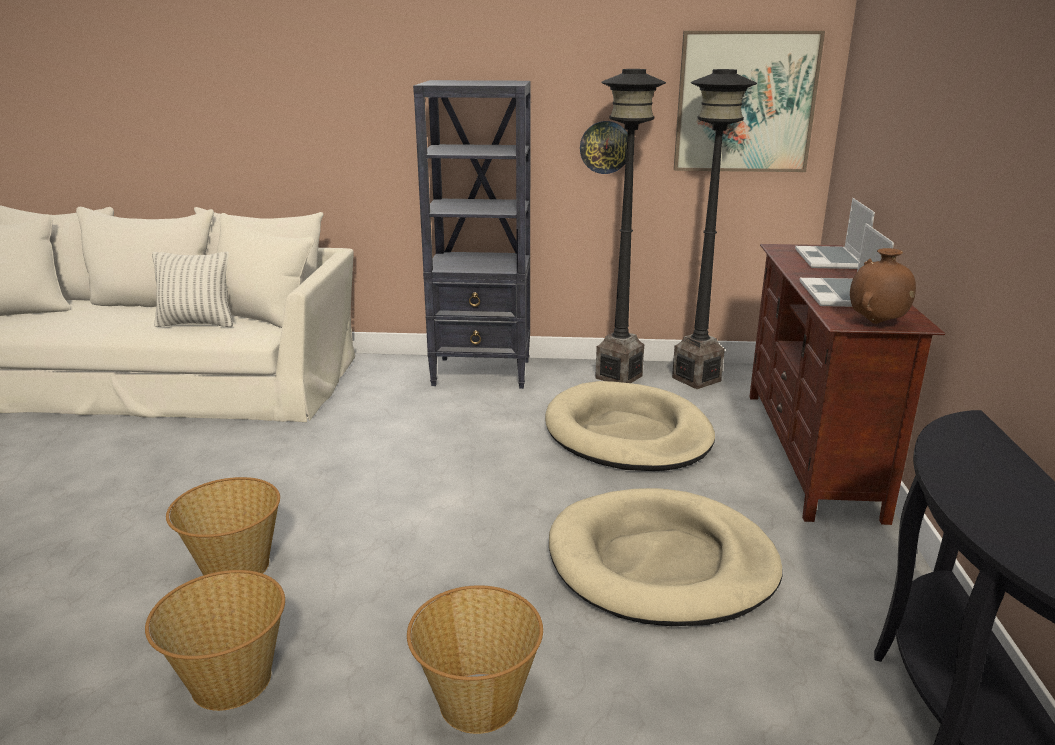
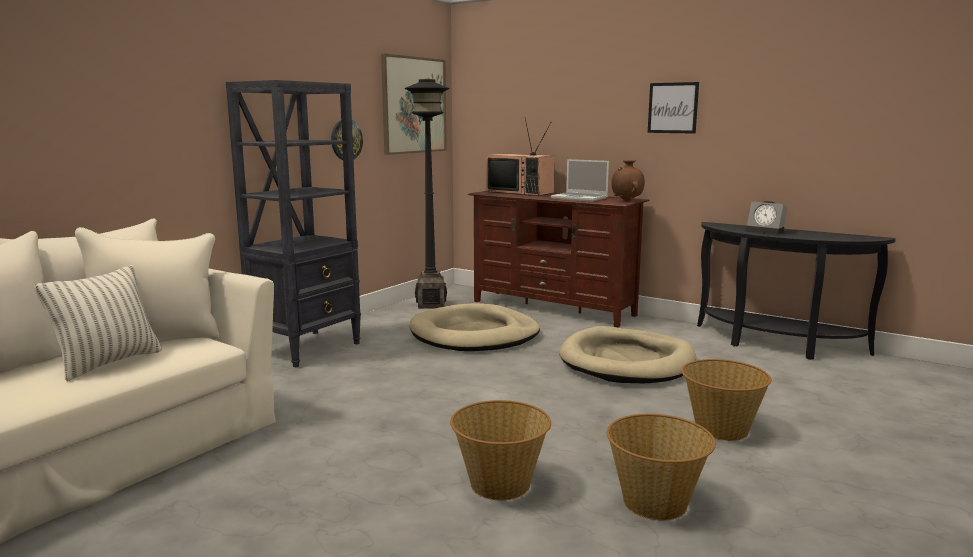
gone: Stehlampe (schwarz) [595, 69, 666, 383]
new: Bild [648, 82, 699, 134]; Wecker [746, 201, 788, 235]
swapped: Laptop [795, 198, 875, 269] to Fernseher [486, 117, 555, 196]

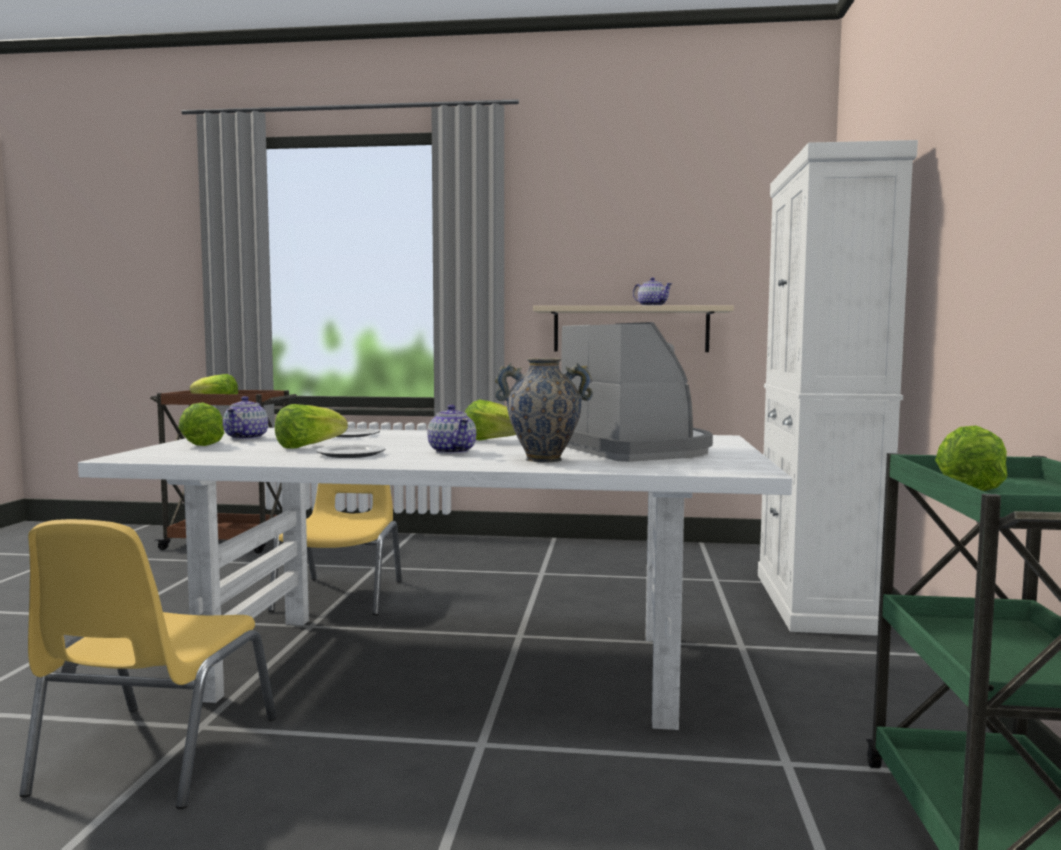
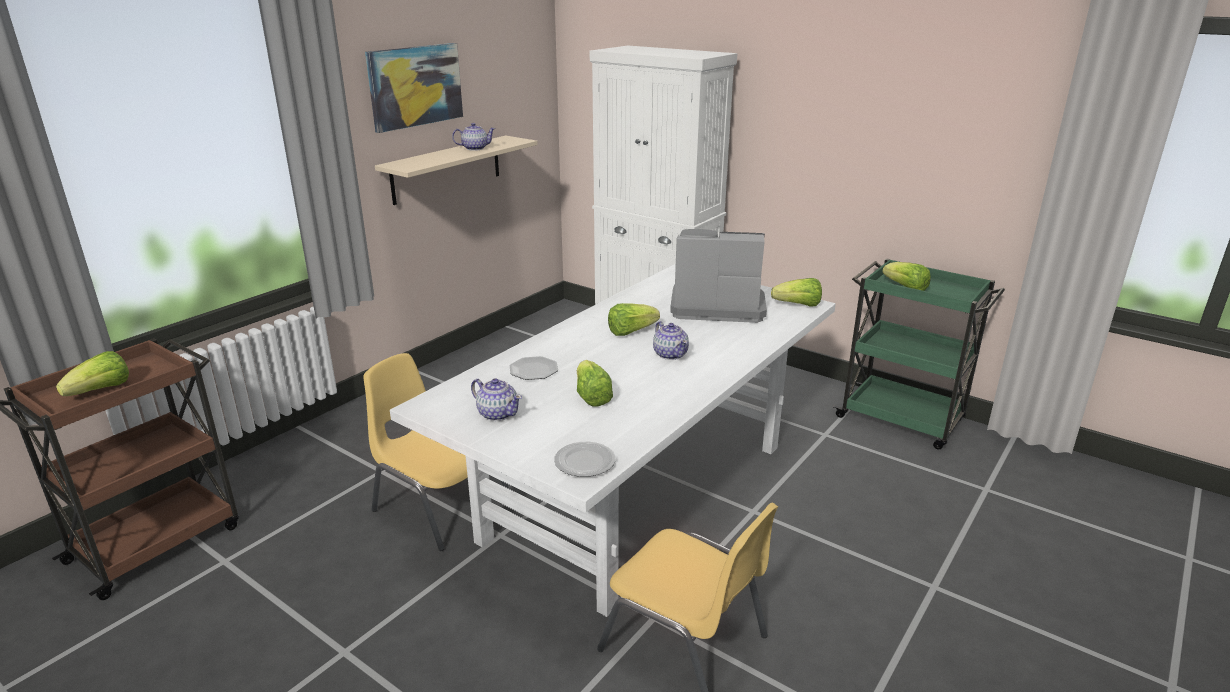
gone: Vase [495, 358, 593, 463]
new: Bild [365, 43, 463, 133]
shifted: Teller [316, 445, 385, 458] to [554, 442, 616, 477]; Salatkopf [178, 402, 224, 446] to [771, 278, 822, 307]
rotated: Teekanne [427, 405, 476, 454] = [653, 321, 689, 360] 60 degrees clockwise

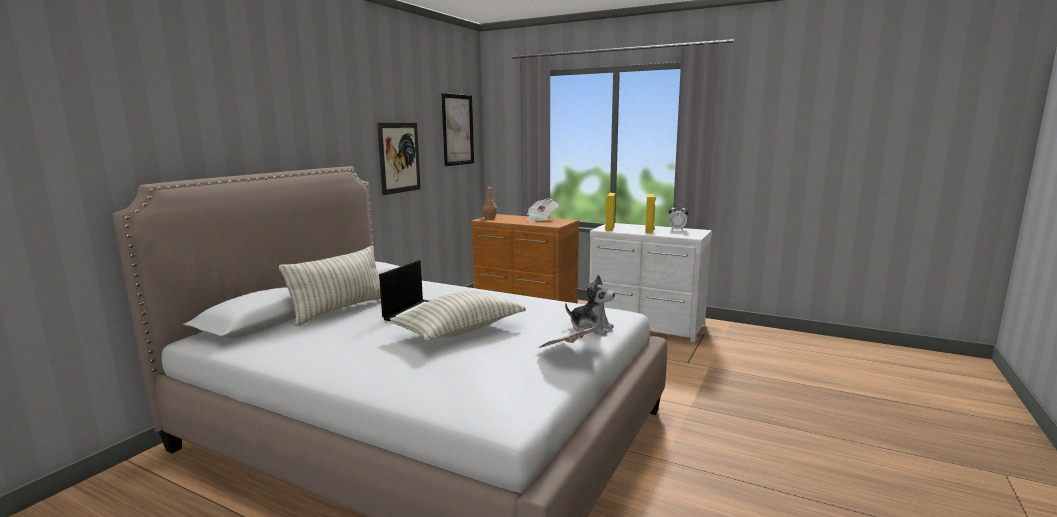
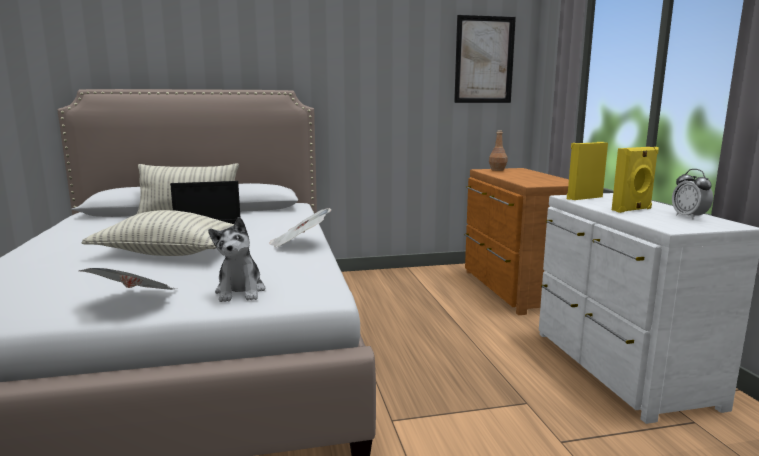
gone: Bild [377, 123, 421, 195]
shifted: Zeitung [527, 199, 558, 222] to [269, 208, 331, 247]

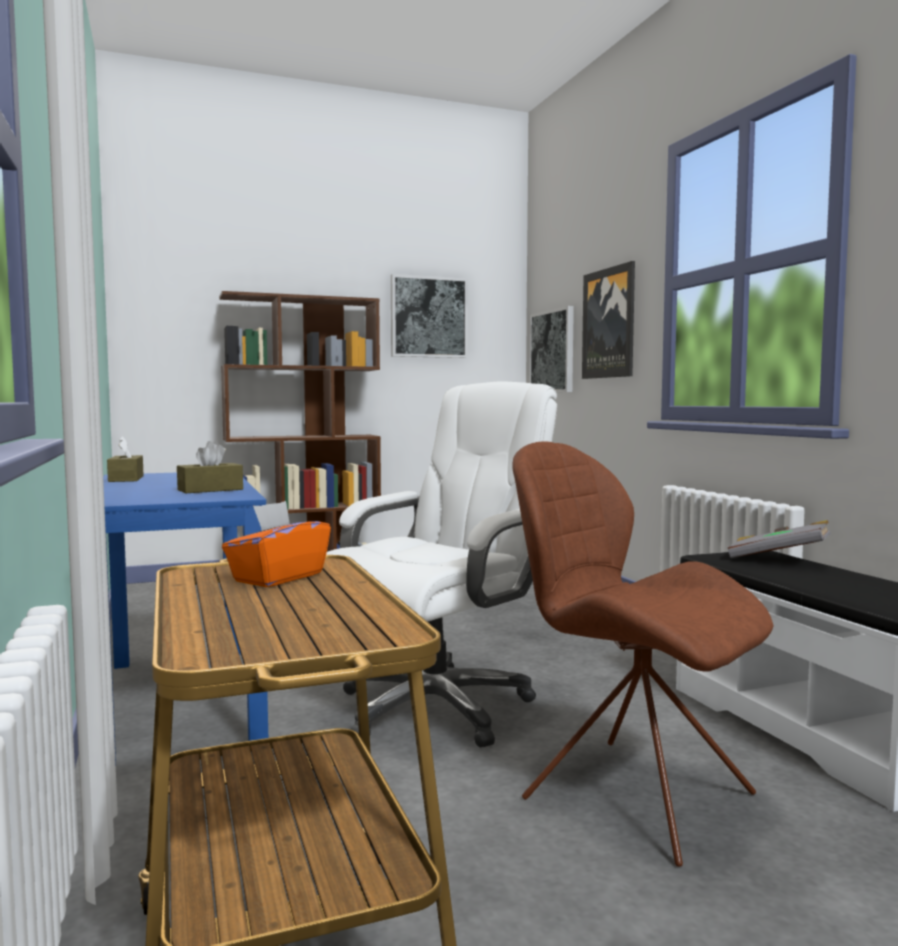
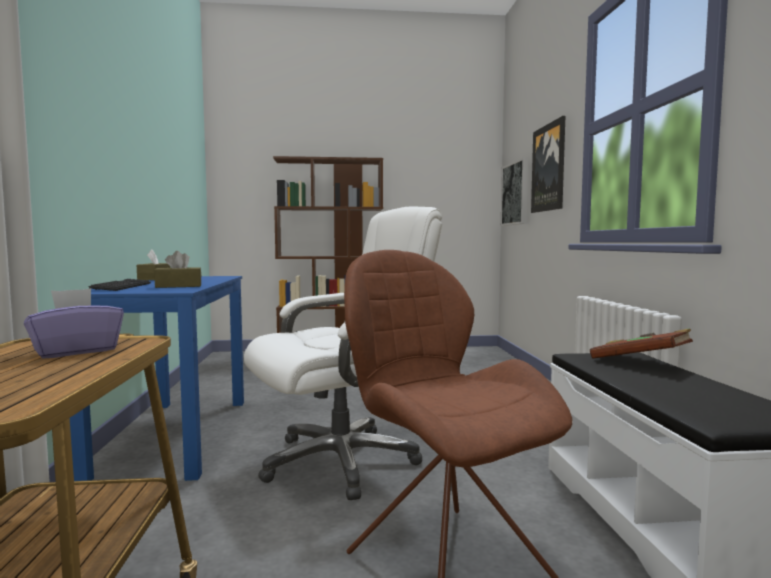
gone: Bild [391, 274, 468, 358]
new: Tastatur [89, 279, 151, 291]
repainted: Taschentuchbox (orange) [222, 501, 331, 587] to Taschentuchbox (lila) [24, 288, 124, 359]; Buch (grau) [728, 520, 831, 558] to Buch (braun) [590, 328, 693, 359]

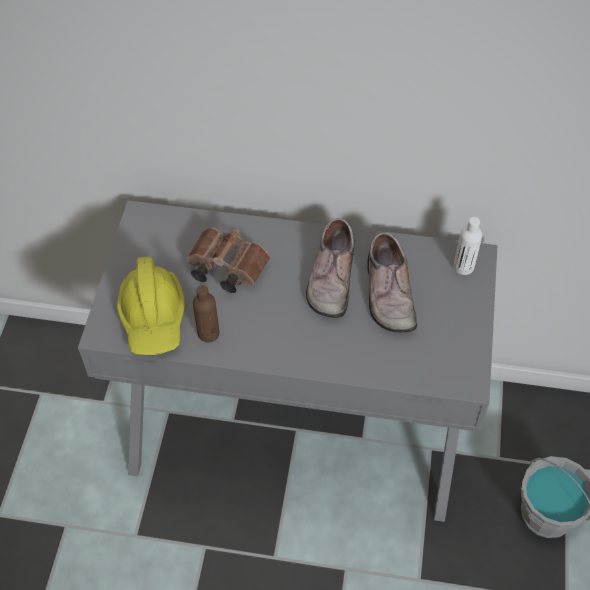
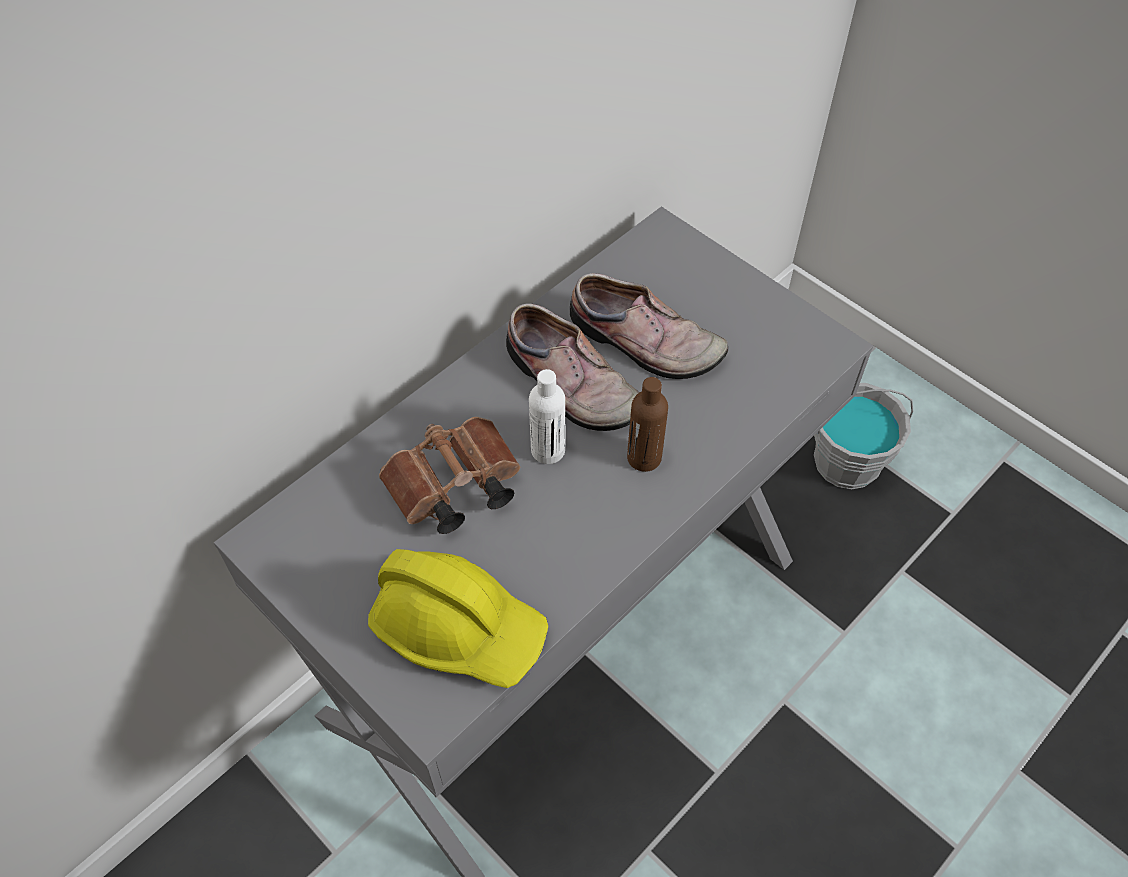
shifted: Flasche (weiß) [454, 217, 482, 275] to [529, 369, 565, 464]; Flasche (braun) [193, 285, 219, 342] to [627, 377, 668, 472]

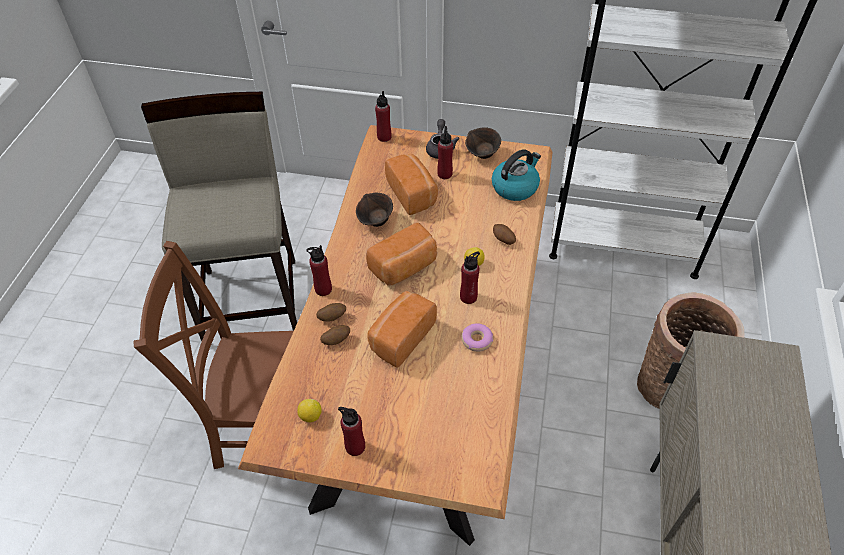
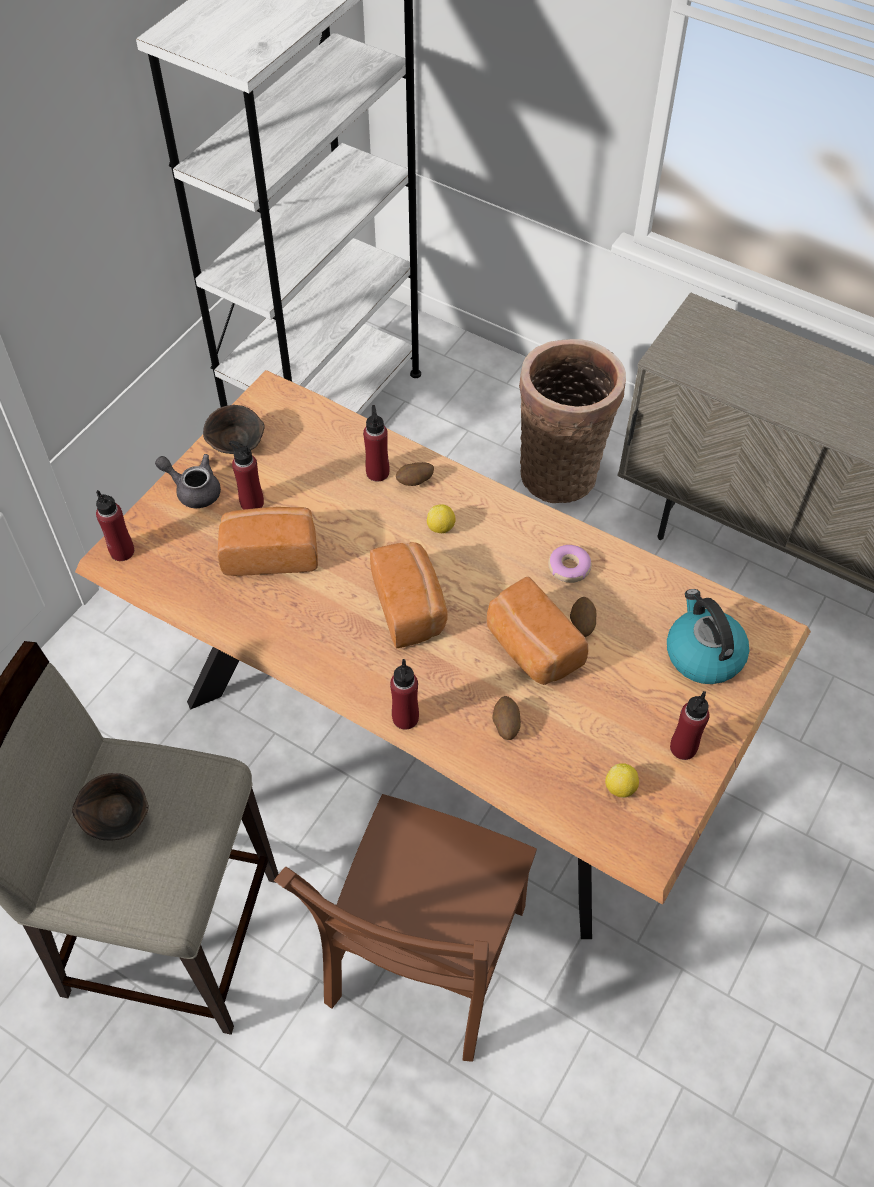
shifted: Schüssel (braun) [356, 193, 393, 227] to [72, 773, 149, 840]; Flasche (rot) [460, 251, 480, 304] to [363, 405, 389, 482]; Kartoffel [316, 303, 346, 322] to [570, 597, 596, 637]; Wasserkessel [492, 149, 541, 201] to [667, 589, 749, 684]

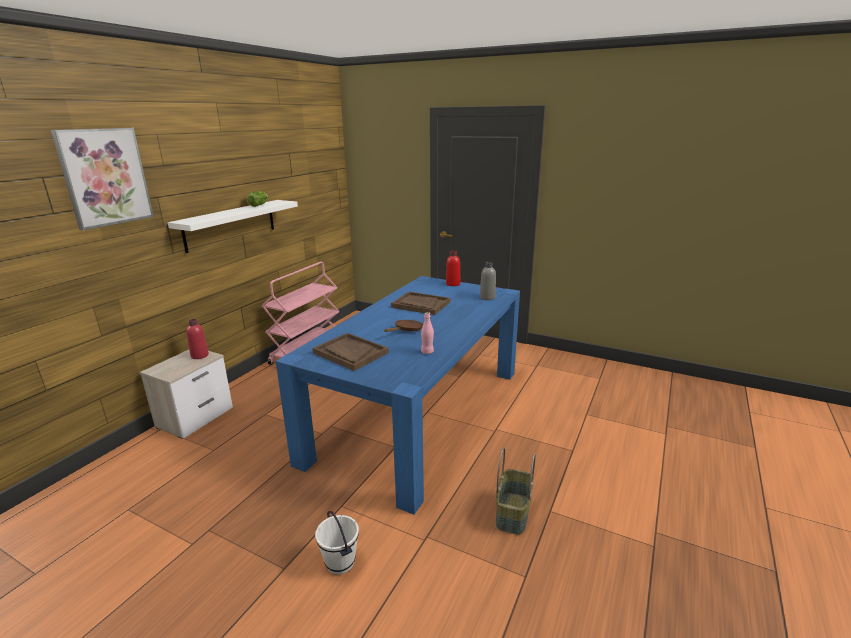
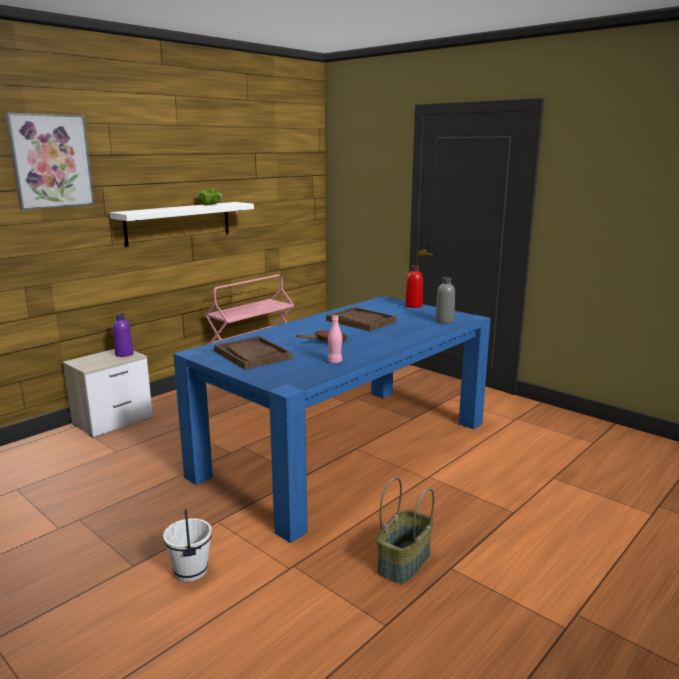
repainted: Flasche (rot) [186, 319, 209, 359] to Flasche (lila) [113, 314, 134, 357]

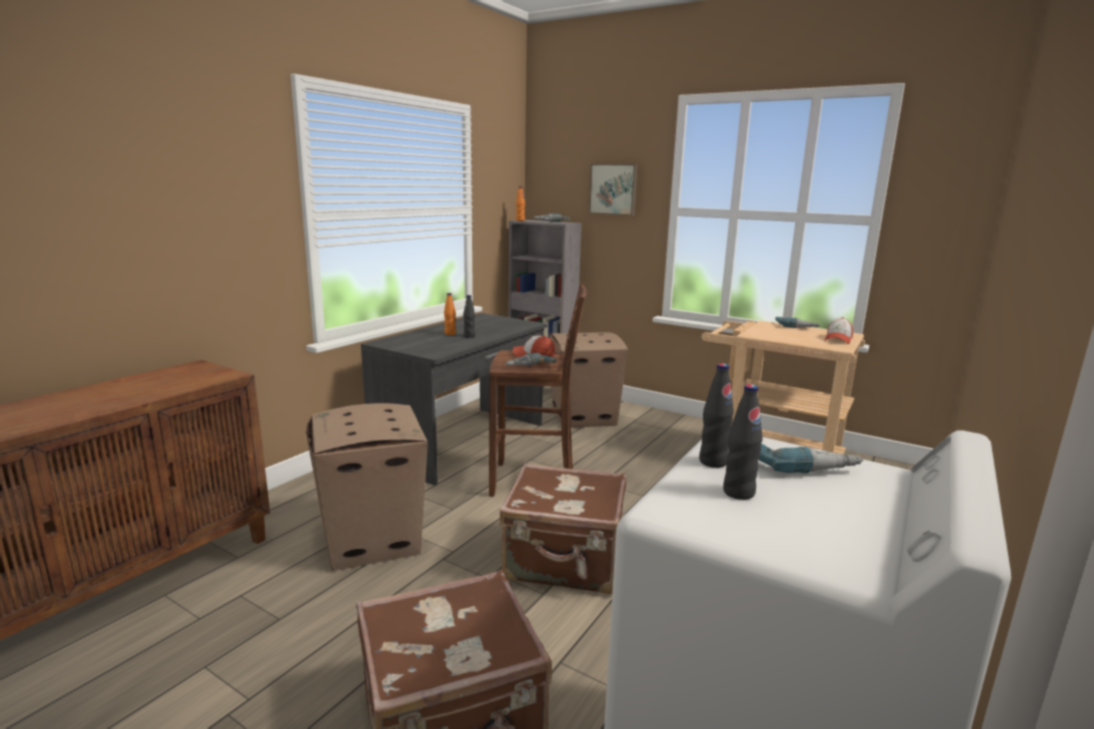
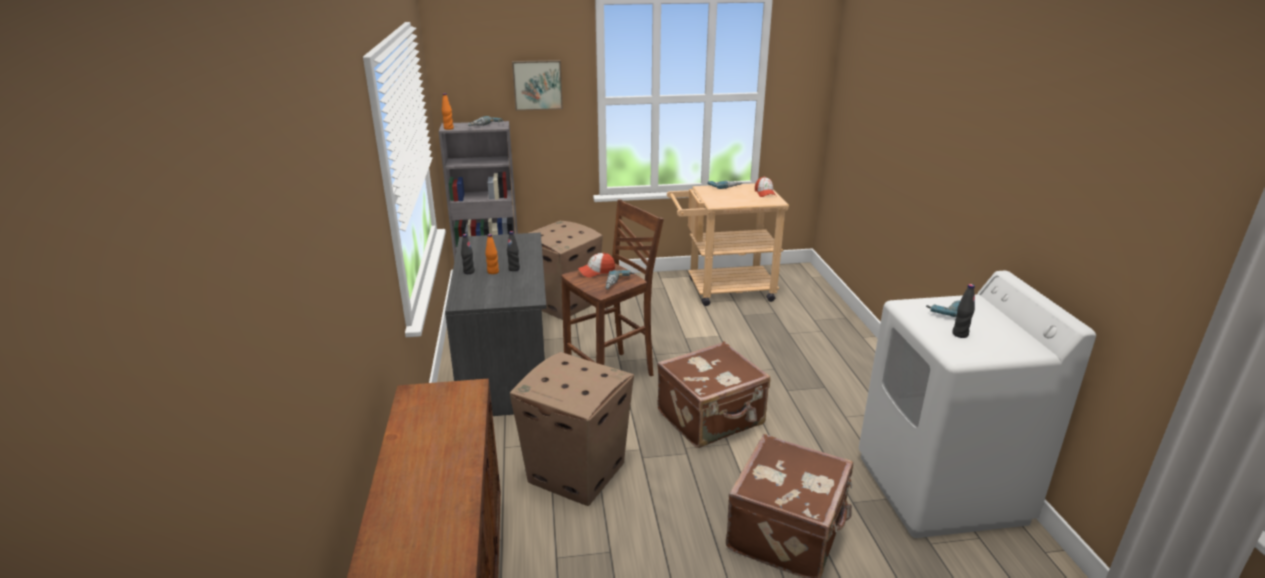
shifted: Flasche (schwarz) [699, 363, 734, 468] to [461, 234, 475, 274]

